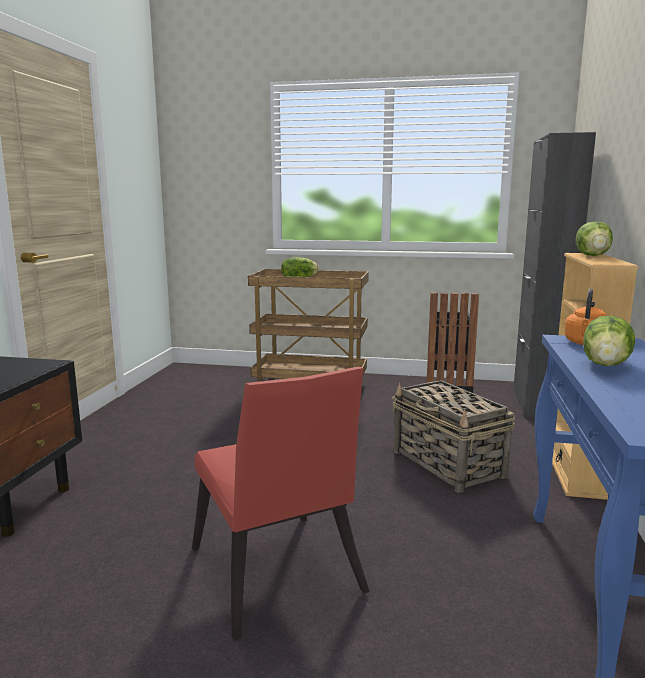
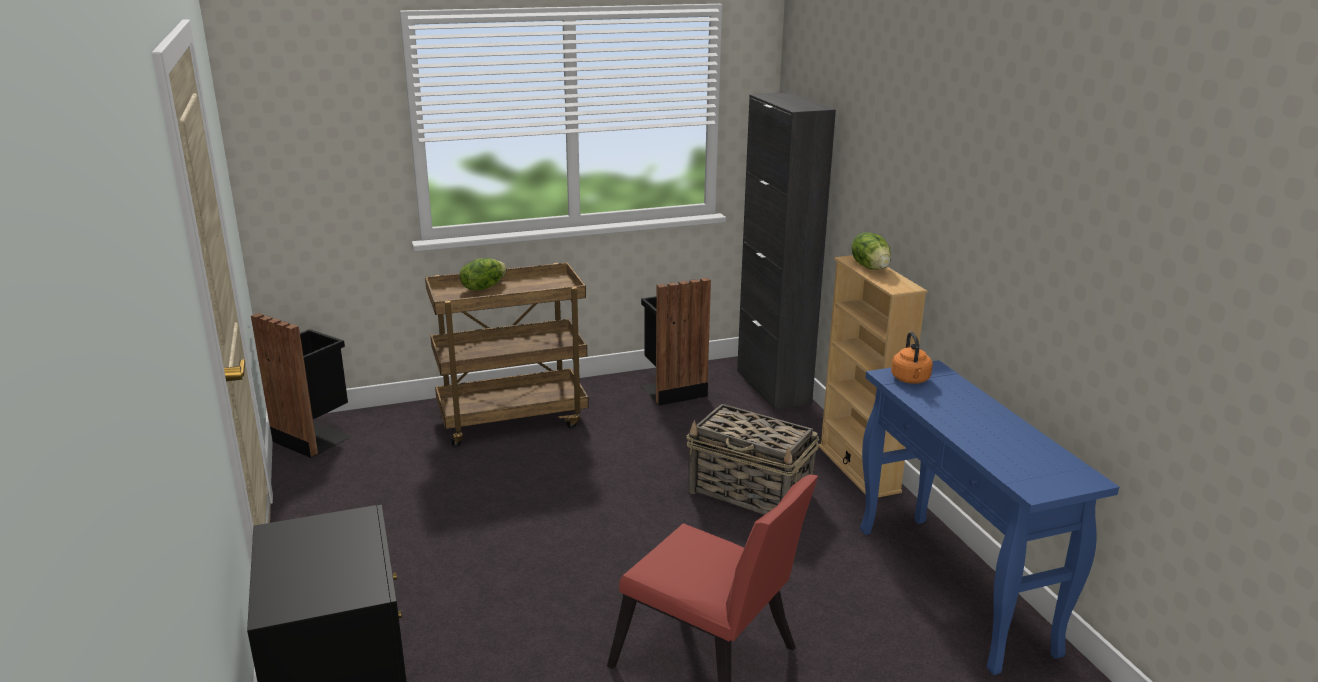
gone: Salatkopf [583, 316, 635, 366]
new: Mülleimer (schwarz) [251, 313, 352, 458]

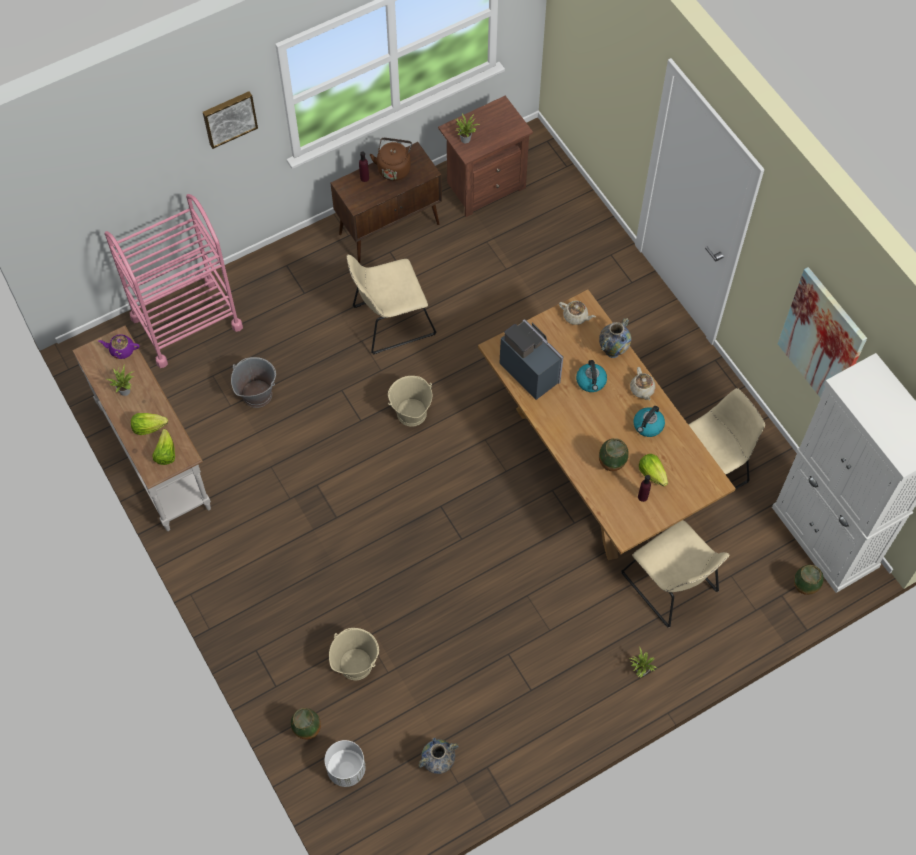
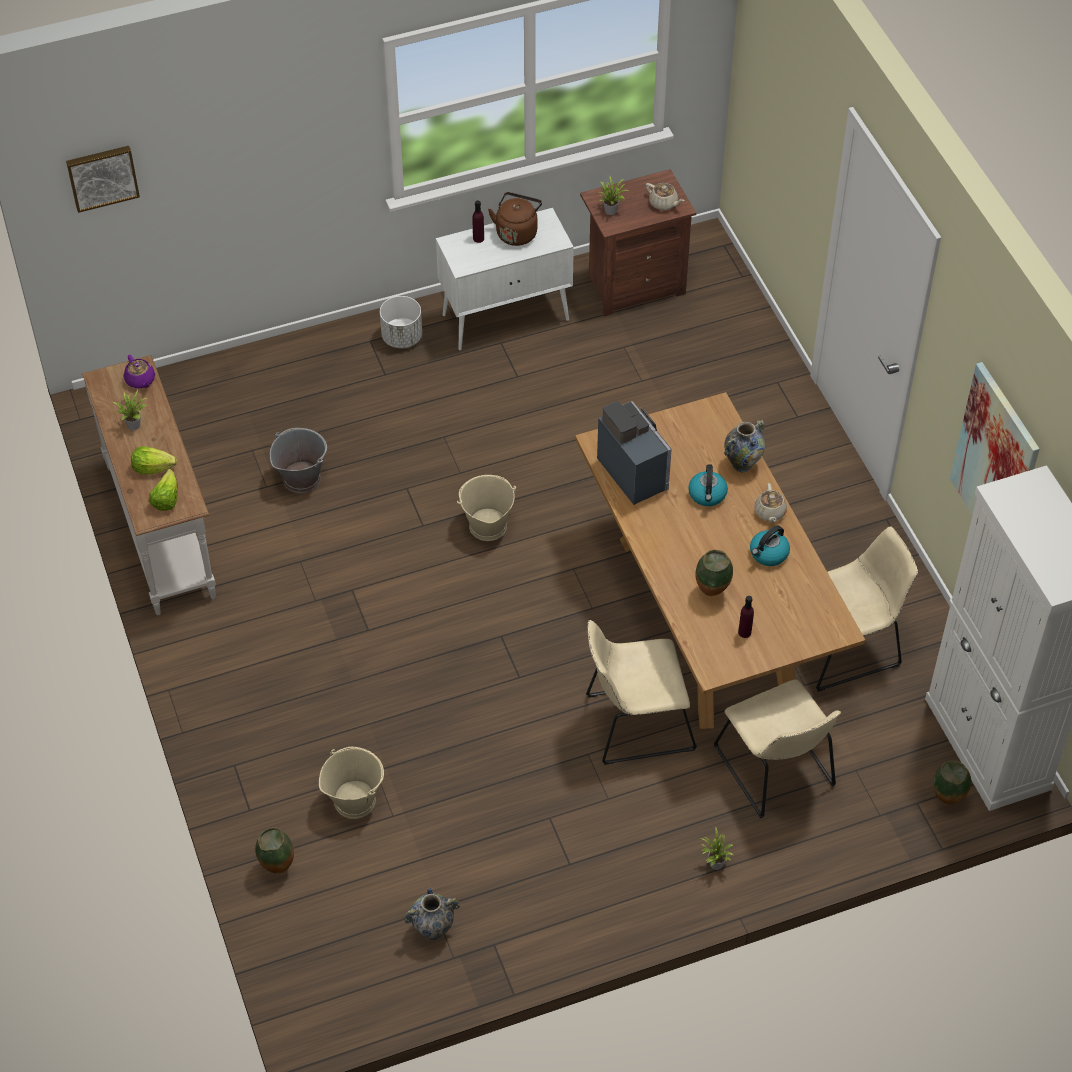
gone: Rollwagen (rosa) [105, 194, 243, 368]; Salatkopf [639, 454, 668, 487]
shifted: Bild [203, 91, 258, 149] to [66, 146, 140, 213]; Pflanzkübel (weiß) [325, 740, 365, 787] to [380, 296, 422, 348]; Stuhl (beige) [347, 255, 436, 355] to [586, 620, 697, 765]; Teekanne (beige) [559, 301, 596, 325] to [646, 183, 685, 210]
repainted: Schrank (braun) [330, 142, 442, 263] to Schrank (weiß) [436, 208, 574, 350]
rotated: Teekanne (lila) [98, 334, 139, 359] = [124, 355, 155, 388] 135 degrees counterclockwise

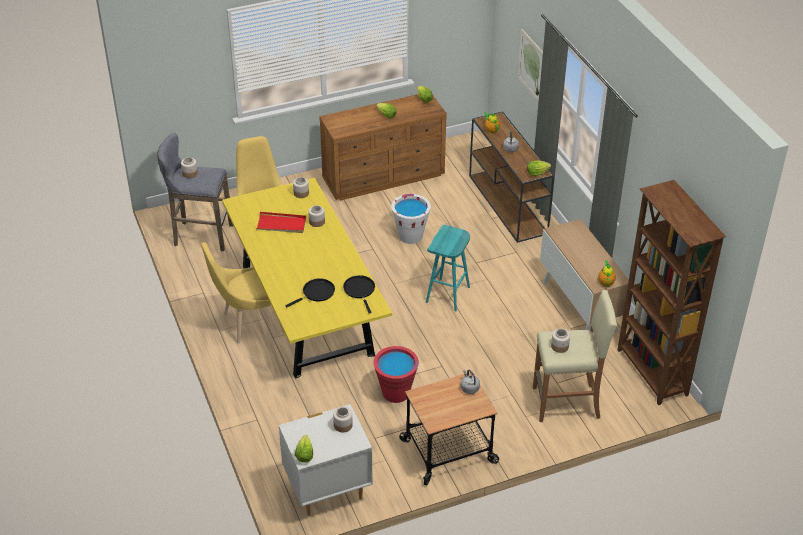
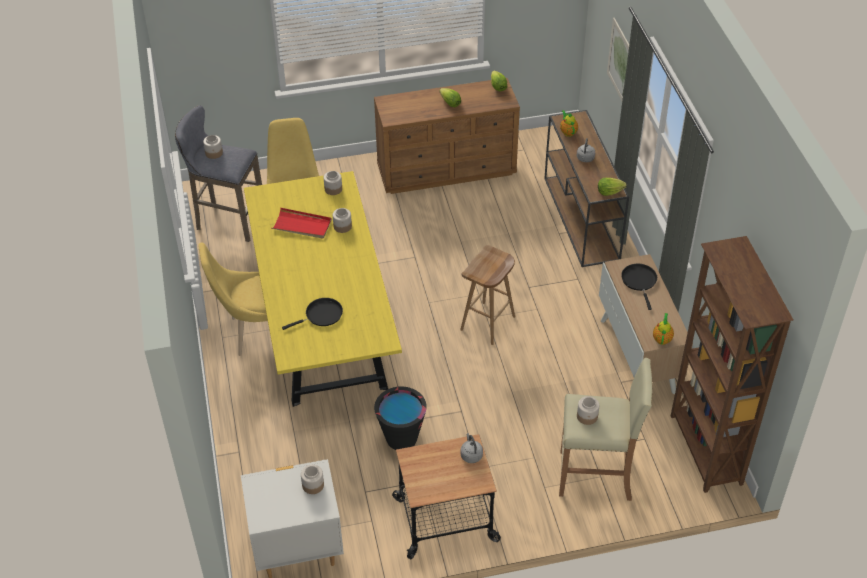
gone: Salatkopf [295, 435, 313, 463]; Eimer (weiß) [391, 194, 431, 244]
shifted: Pfanne (schwarz) [343, 275, 375, 314] to [621, 264, 657, 310]
repainted: Eimer (rot) [374, 346, 419, 403] to Eimer (schwarz) [374, 387, 427, 450]; Hocker (türkis) [426, 225, 470, 311] to Hocker (braun) [460, 245, 515, 345]

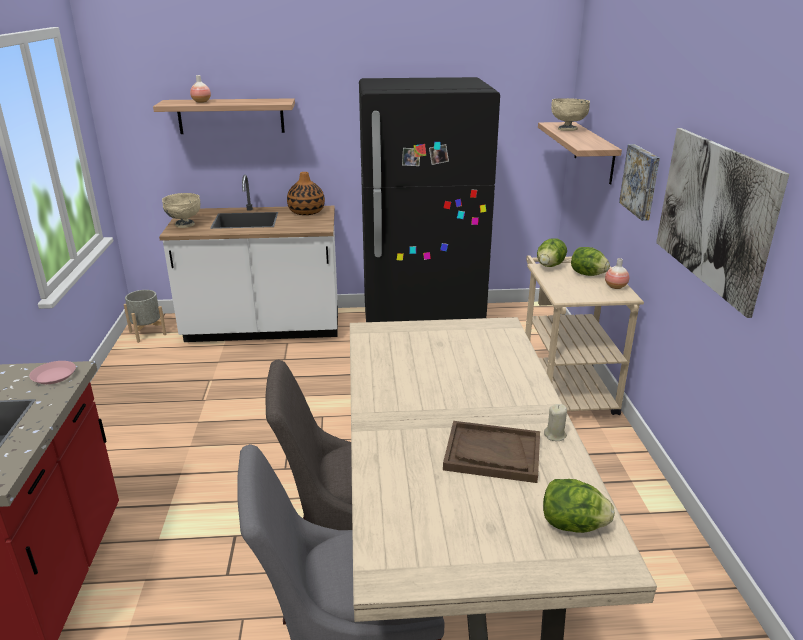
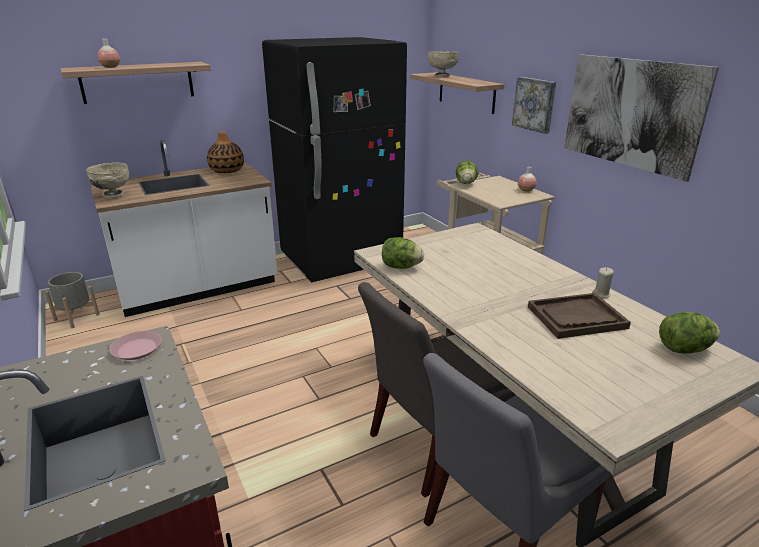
shifted: Salatkopf [571, 247, 610, 276] to [382, 237, 424, 269]

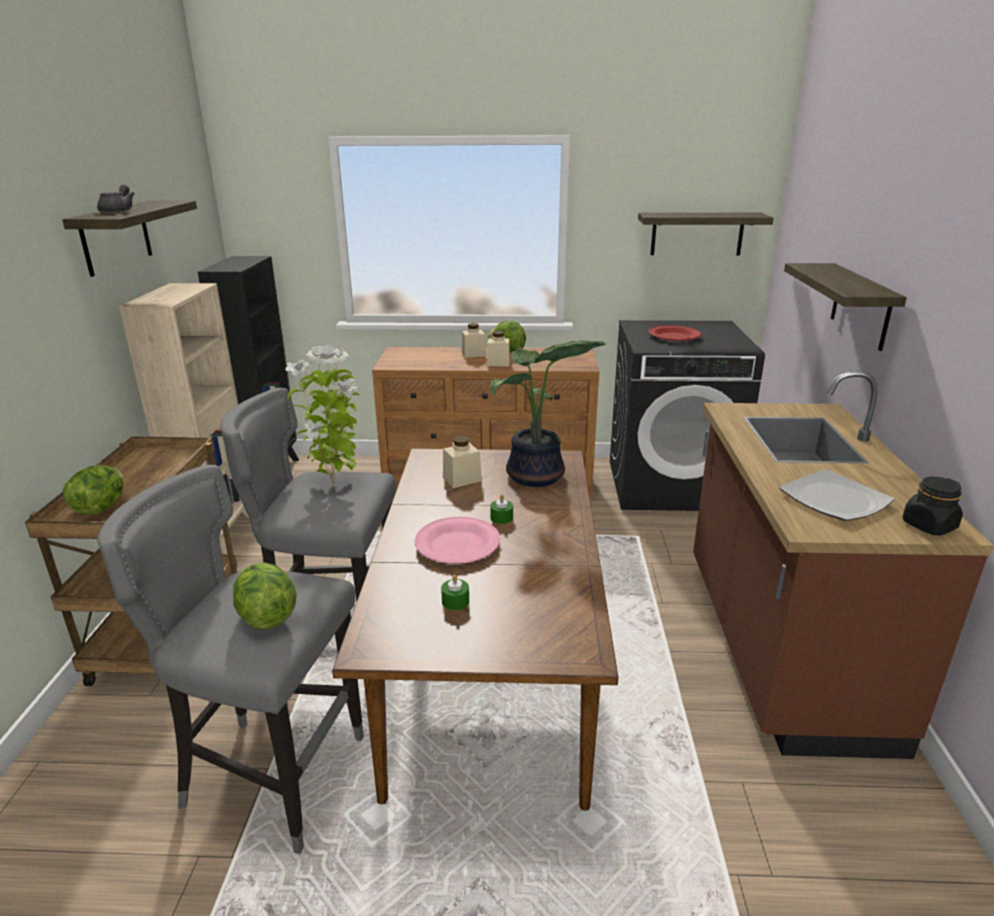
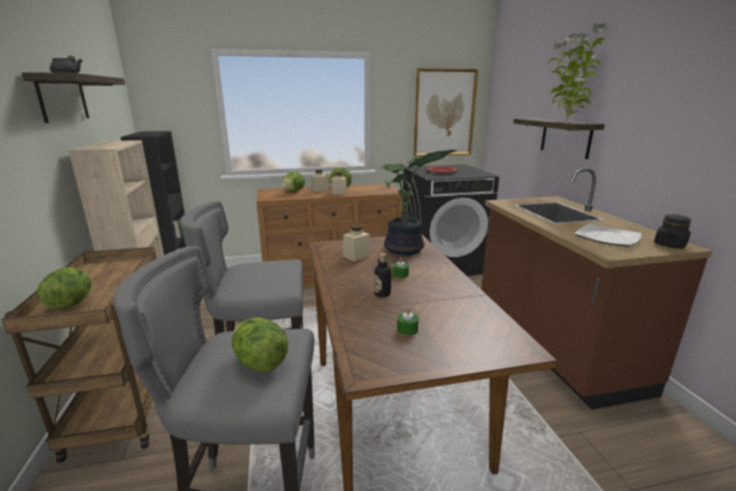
new: Salatkopf [281, 172, 305, 192]
shifted: Topfpflanze [285, 345, 360, 484] to [548, 23, 607, 122]
swapped: Teller (rosa) [415, 517, 500, 564] to Flasche [374, 253, 391, 297]; Wandregal [638, 213, 774, 255] to Bild [414, 68, 478, 156]

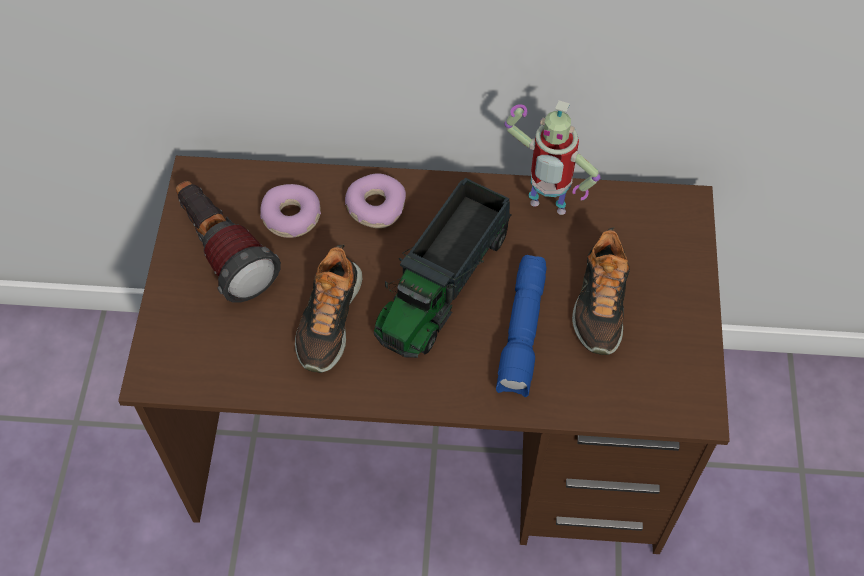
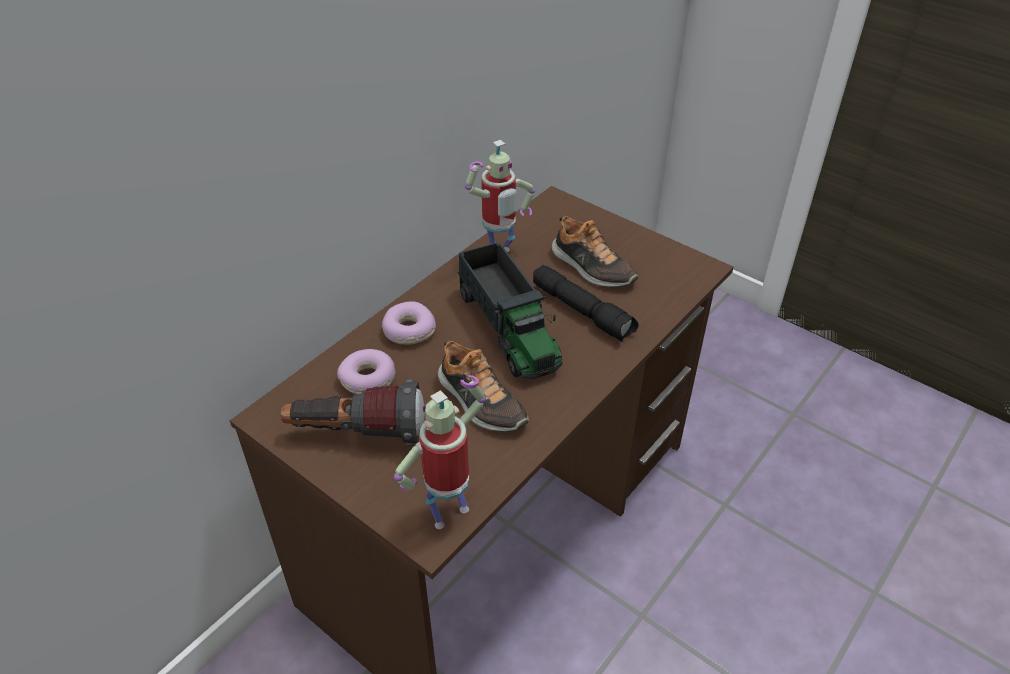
new: Spielzeugroboter [394, 375, 486, 529]
repainted: Taschenlampe (blau) [496, 255, 547, 397] to Taschenlampe (schwarz) [533, 265, 639, 342]

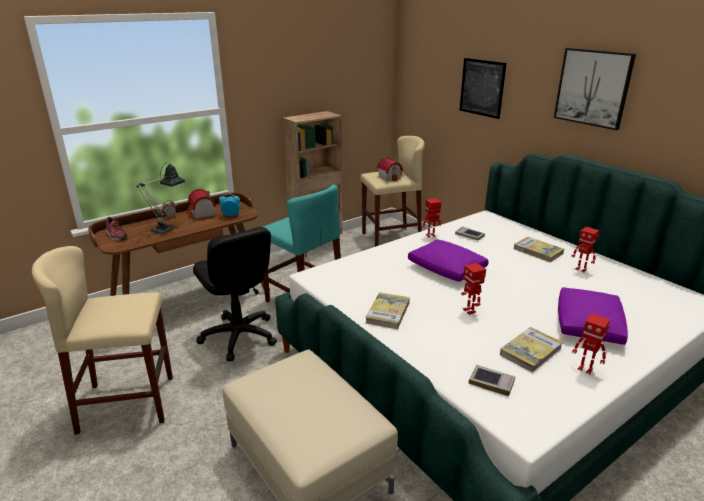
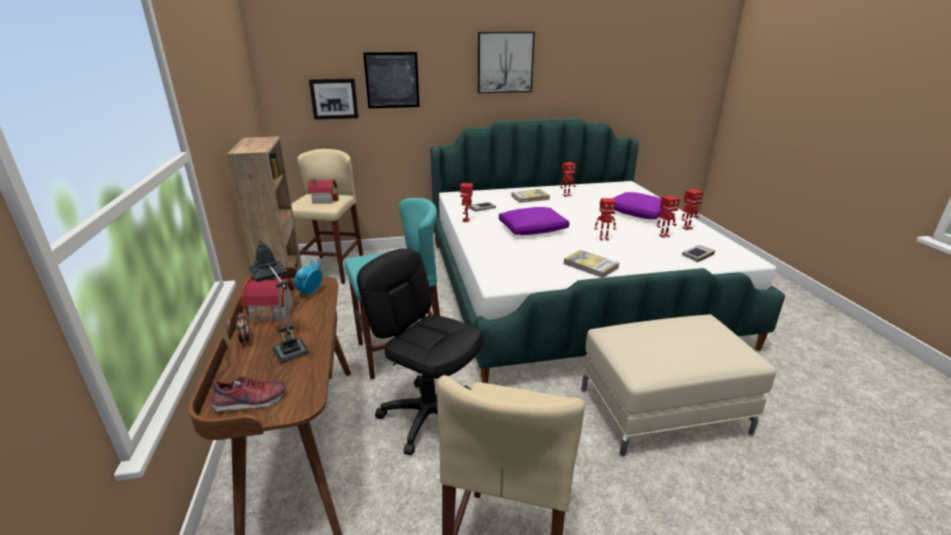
new: Bild [309, 79, 358, 120]
swapped: Buch [500, 327, 563, 373] to Spielzeugroboter [657, 195, 680, 238]
rotated: Bürostuhl (schwarz) [193, 227, 277, 361] = [357, 248, 483, 455] 135 degrees counterclockwise

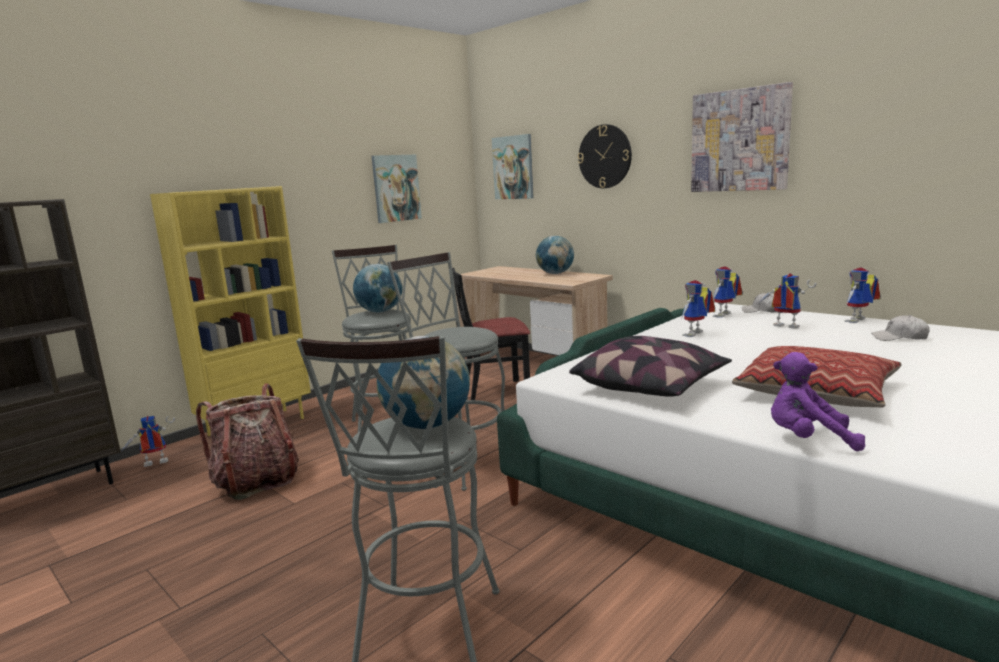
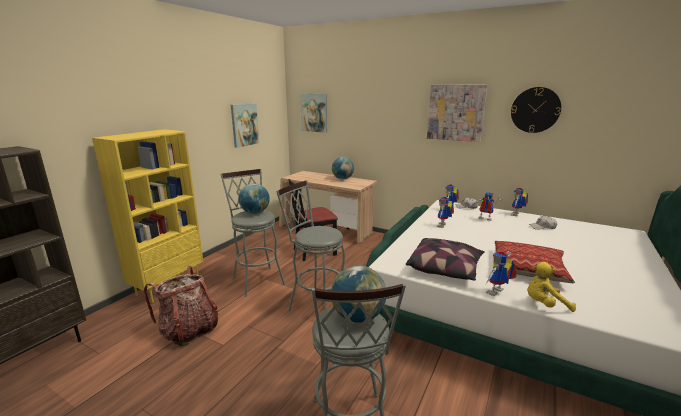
shifted: Spielzeugroboter [122, 416, 175, 467] to [486, 251, 516, 296]; Wanduhr [578, 124, 632, 188] to [511, 87, 561, 133]
repainted: Plüschtier (lila) [771, 352, 865, 451] to Plüschtier (gelb) [528, 262, 576, 312]

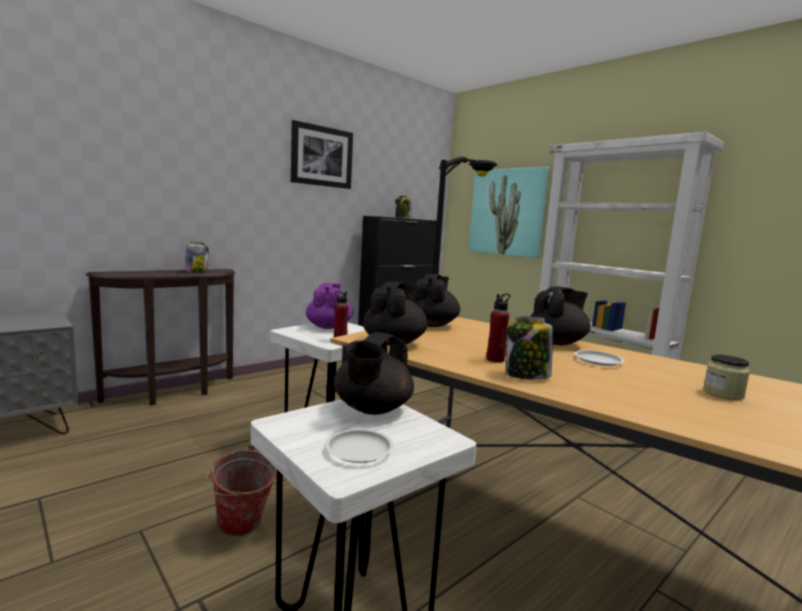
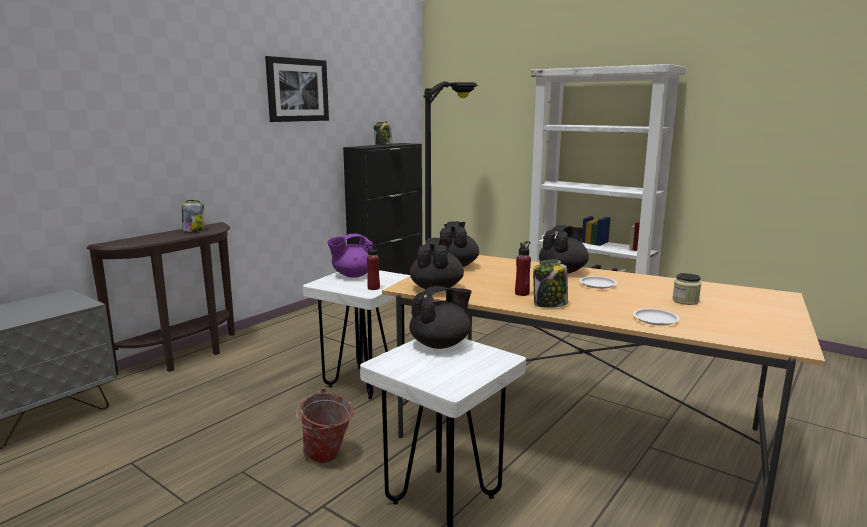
gone: Bild [469, 167, 549, 258]
shifted: Teller (weiß) [325, 429, 394, 463] to [633, 309, 680, 325]
rotated: Teekanne (lila) [306, 283, 353, 329] = [327, 233, 373, 278] 105 degrees counterclockwise; Teekanne (schwarz) [334, 332, 414, 415] = [409, 286, 472, 349] 135 degrees counterclockwise

